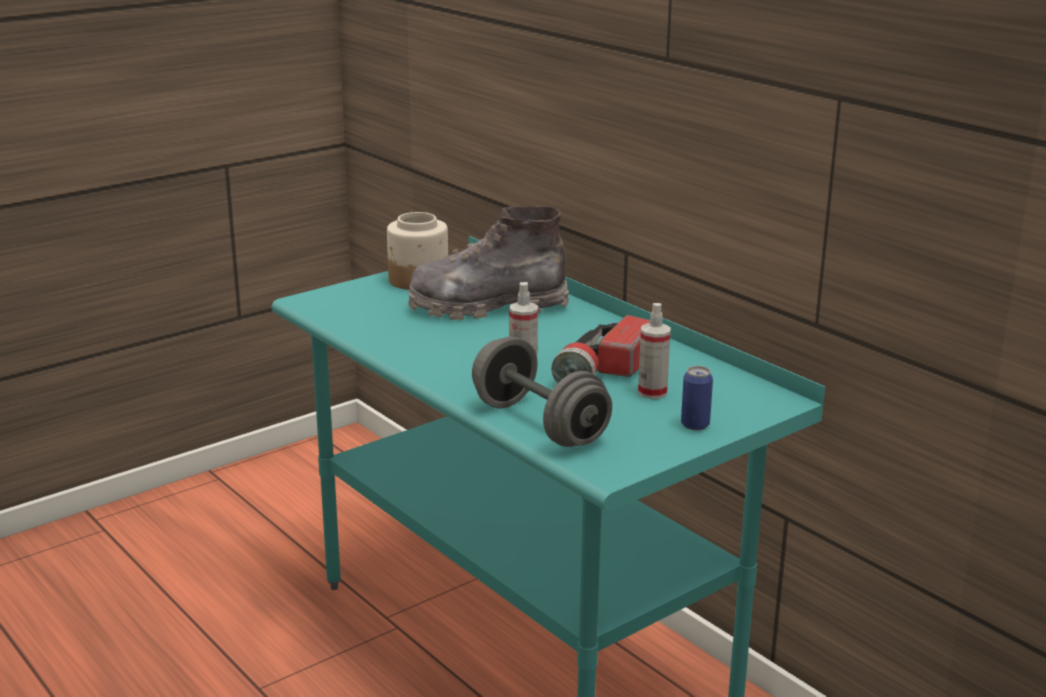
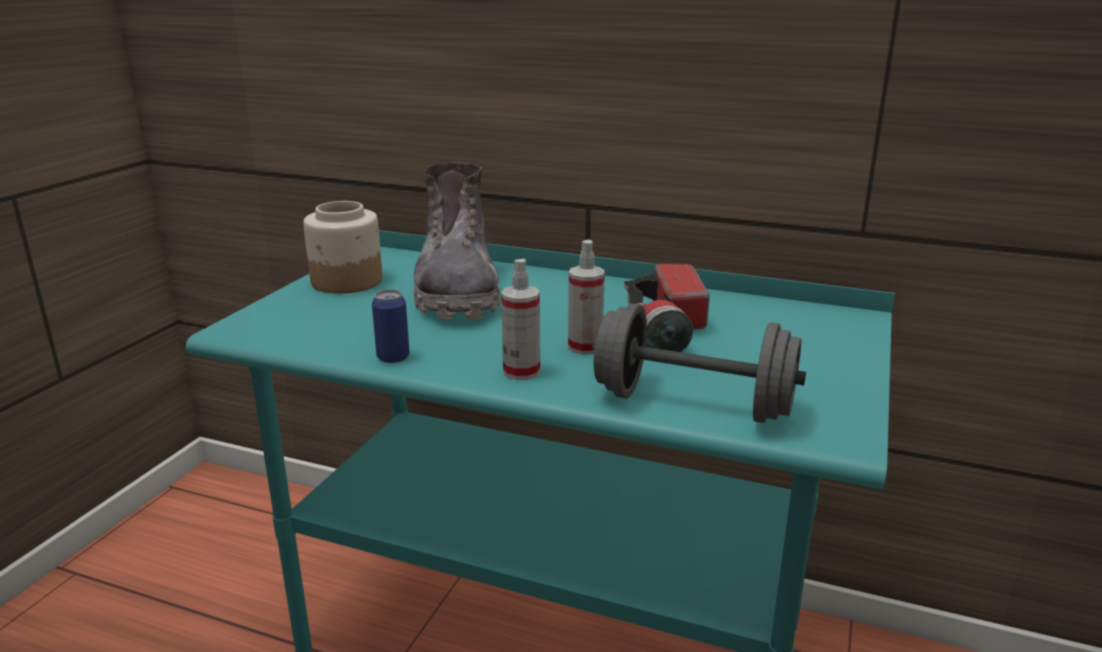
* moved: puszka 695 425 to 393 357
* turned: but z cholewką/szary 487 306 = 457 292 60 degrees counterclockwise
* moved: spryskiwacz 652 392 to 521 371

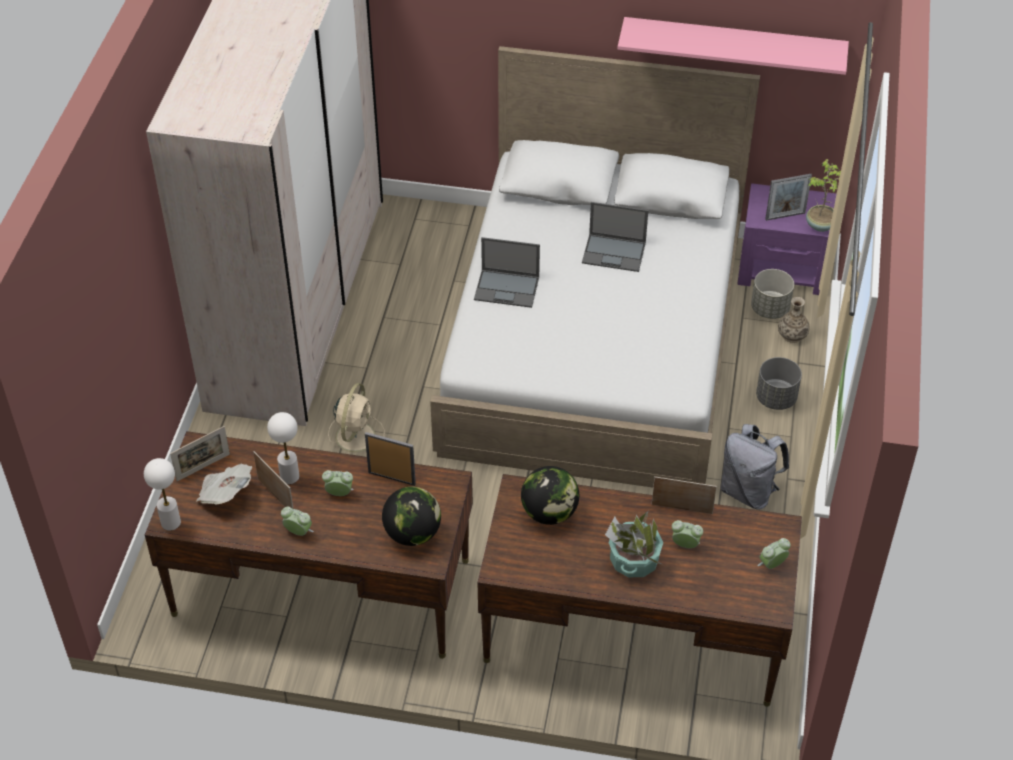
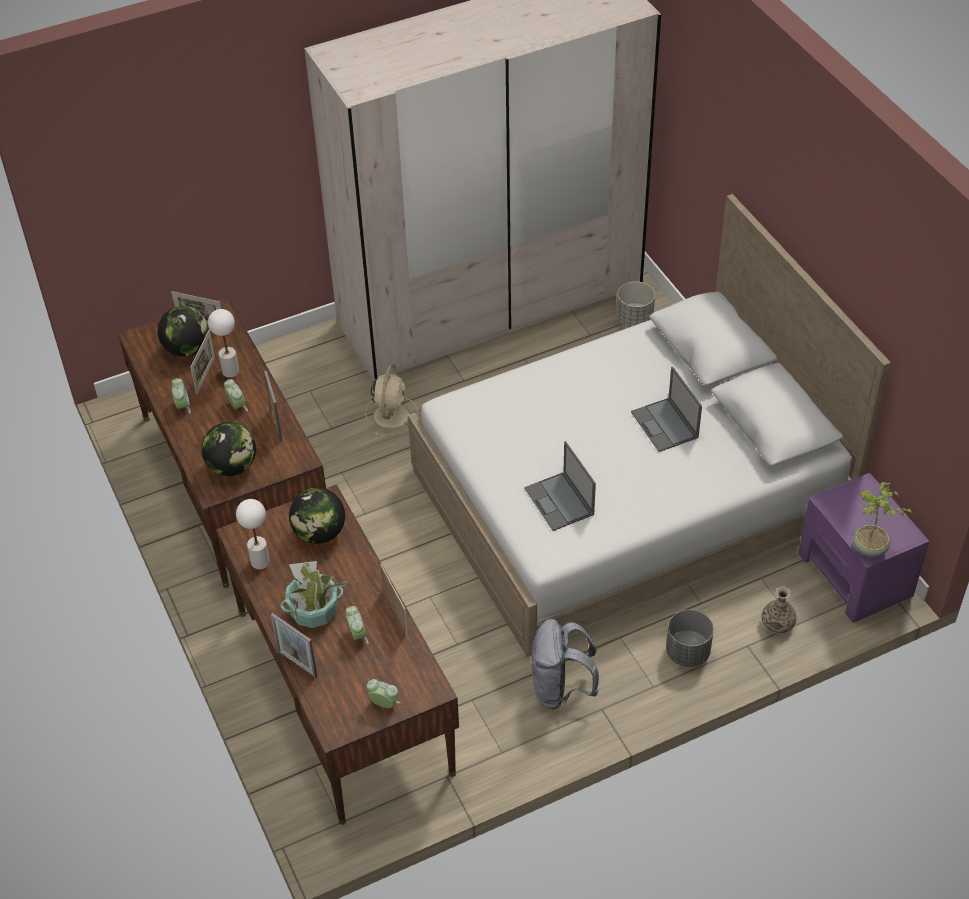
* replaced: gazeta 225 493 to globus 187 349
* moved: lampa stołowa/biały 170 522 to 260 561
* moved: ramka na zdjęcie 785 216 to 297 664
* turned: wentylator/beżowy 356 435 = 391 414 60 degrees counterclockwise
* moved: laptop 507 288 to 559 502
* moved: donica/szary 770 309 to 634 320
* removed: półka/różowy 733 45

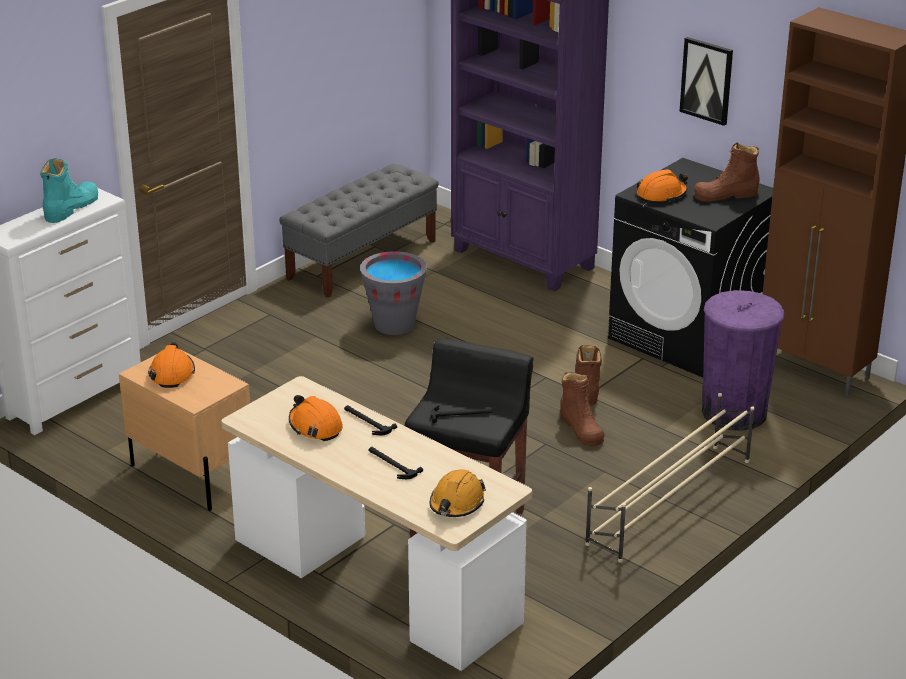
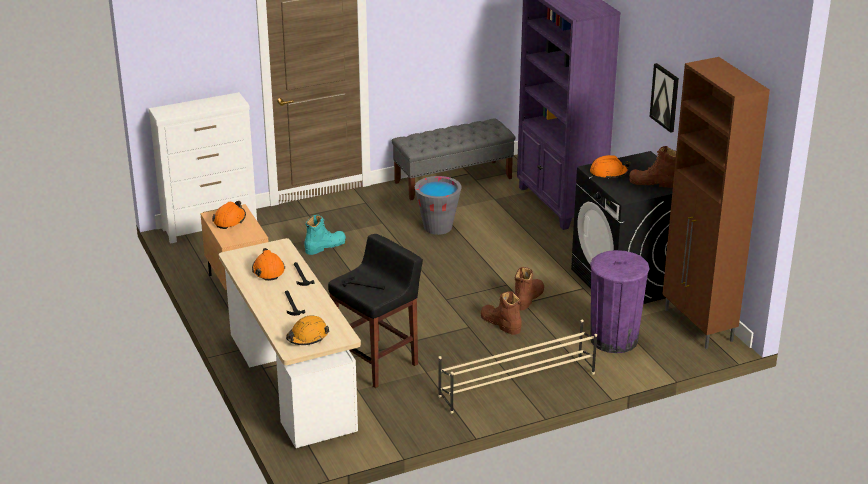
* moved: but z cholewką/turkusowy 71 208 to 325 246
* turned: but z cholewką/brązowy 581 428 = 500 323 135 degrees clockwise

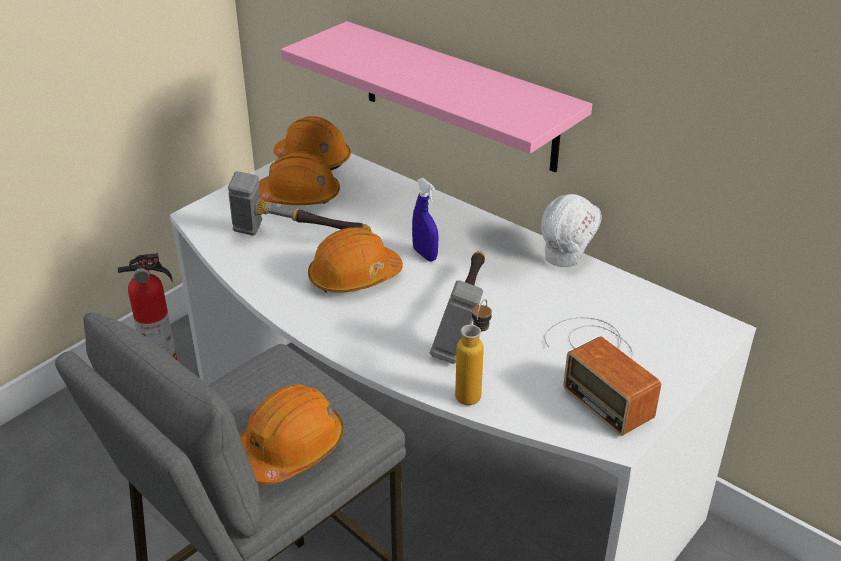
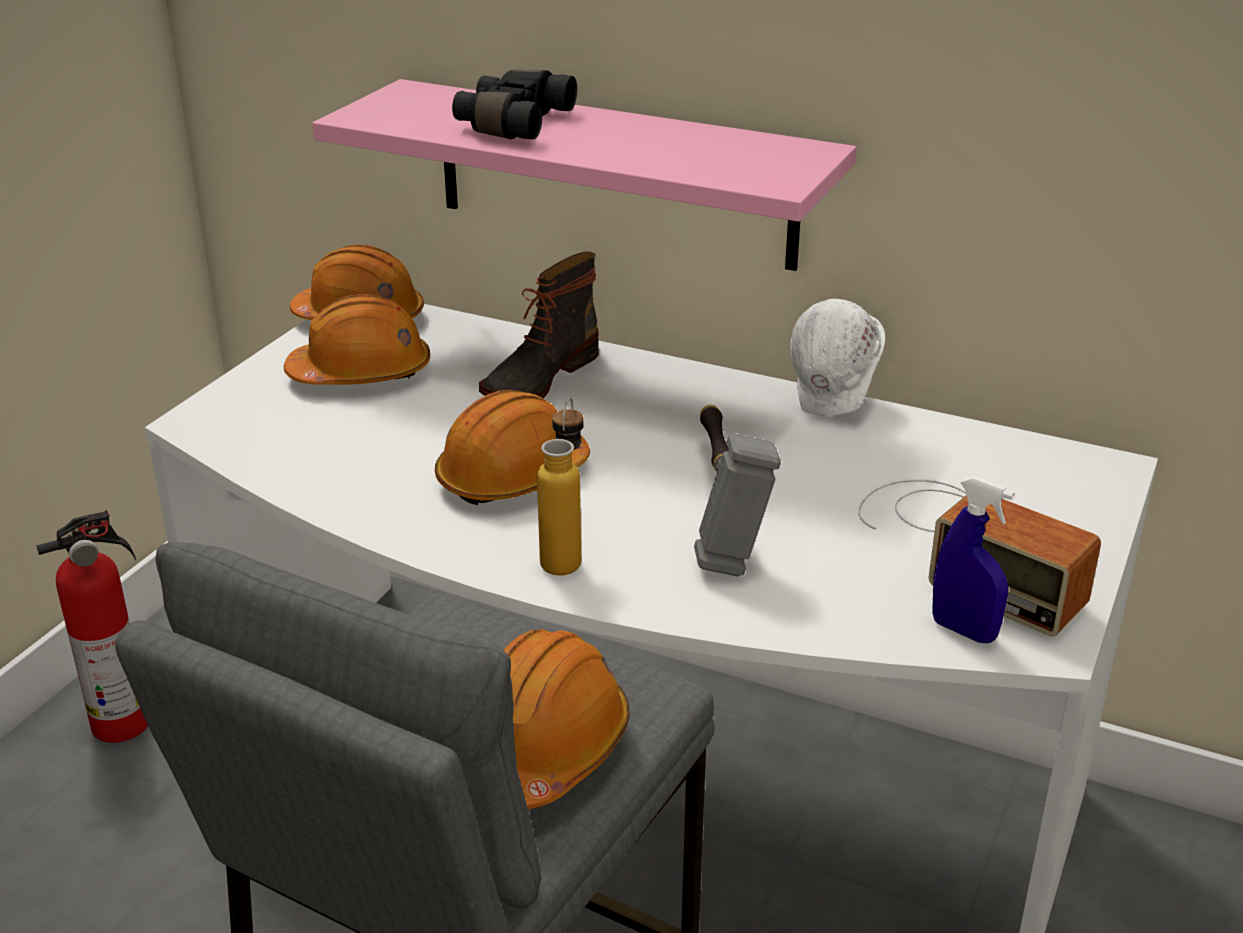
* added: lornetka/czarny 511 123
* added: but z cholewką 538 377
* moved: butelka 472 391 to 565 555
* moved: spryskiwacz/niebieski 425 254 to 963 631
* removed: młotek 296 239

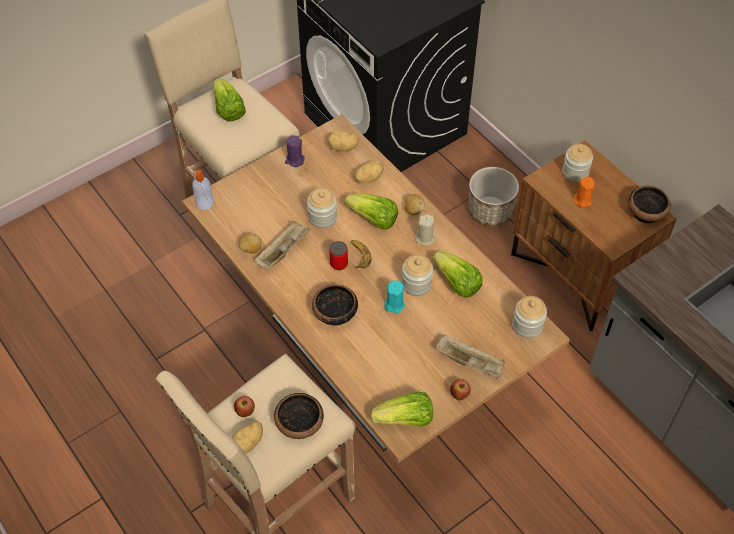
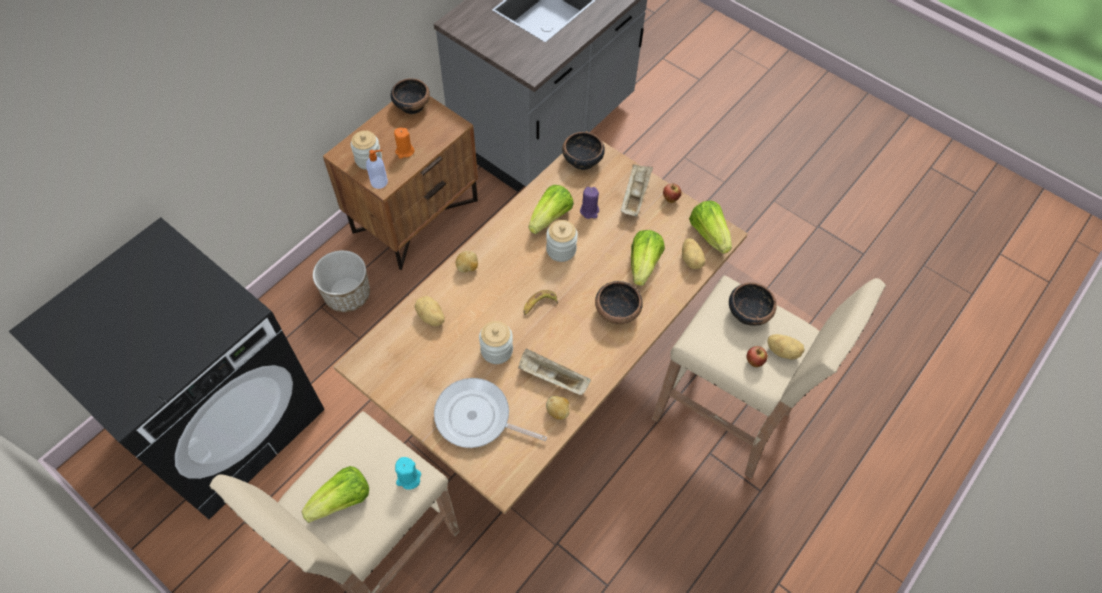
* moved: dozownik mydła 204 203 to 380 182
* moved: świeca/turkusowy 394 304 to 408 478
* added: patelnia 477 418
* replaced: słoik 527 325 to miska 582 160
* moved: świeca/fioletowy 294 160 to 589 211
* moved: sałata 373 219 to 643 264
* moved: ziemniak 343 148 to 692 260
* removed: puszka 339 264
* removed: świeca/beżowy 425 238

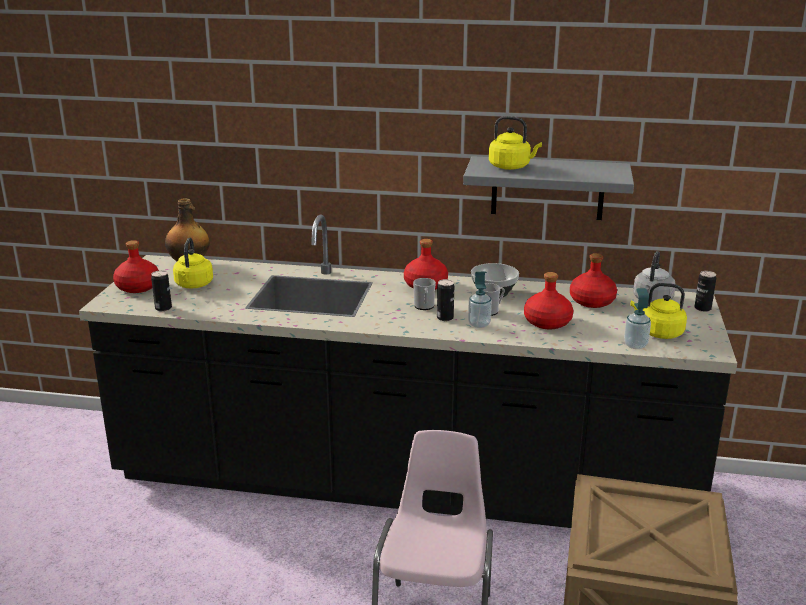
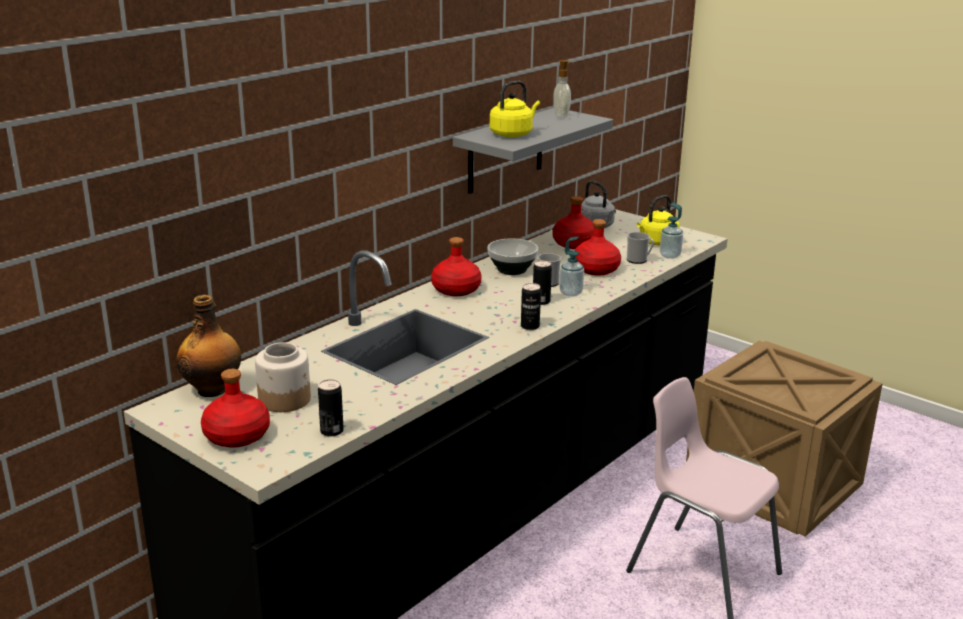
* replaced: czajnik/żółty 193 285 to słoik 285 400
* moved: puszka 702 308 to 530 326
* added: dozownik mydła 562 116
* moved: kubek 424 307 to 639 260

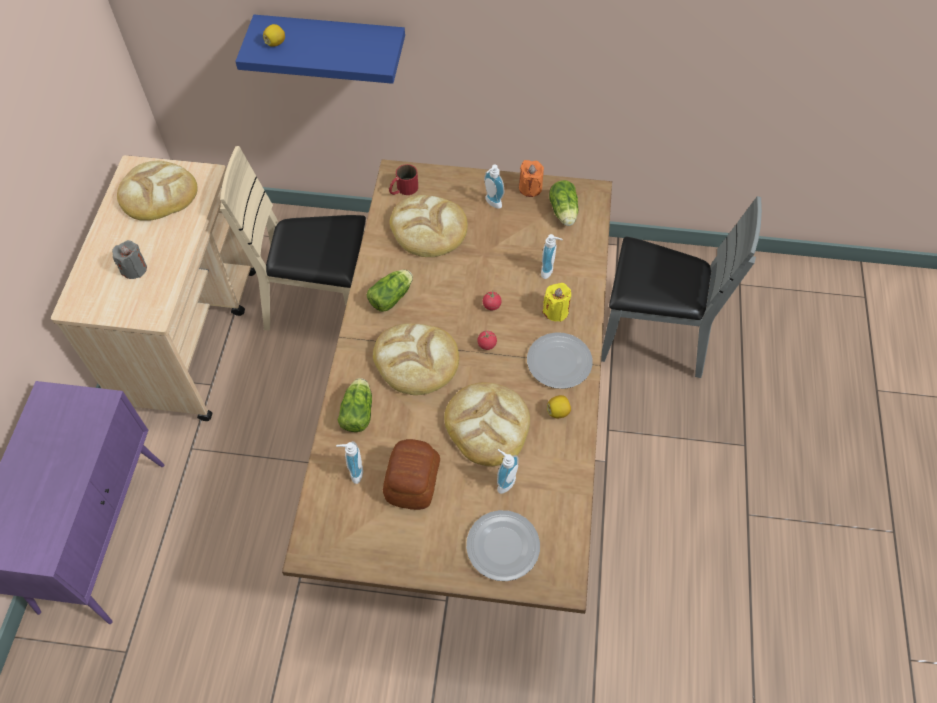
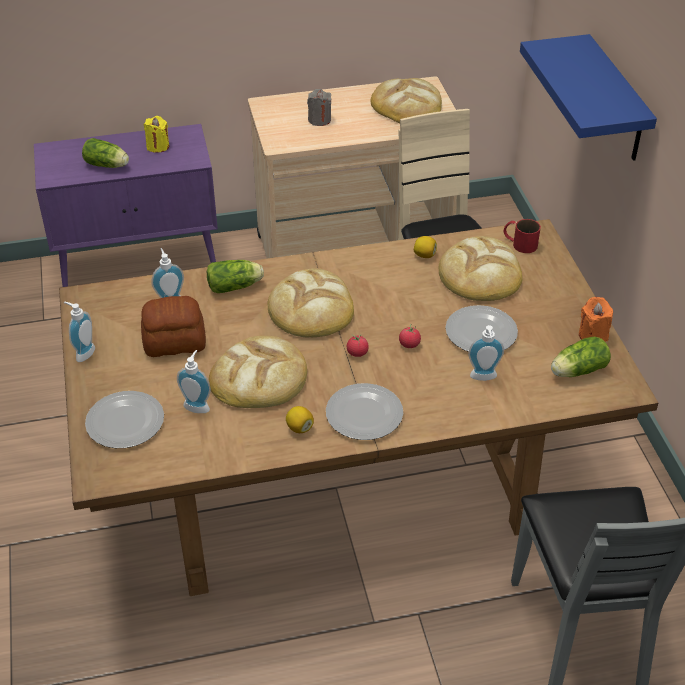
* moved: dozownik mydła 491 203 to 83 353
* moved: sałata 392 296 to 108 165
* moved: świeca/żółty 556 311 to 158 146
* moved: cytryna 276 43 to 424 255
* added: talerz 481 333

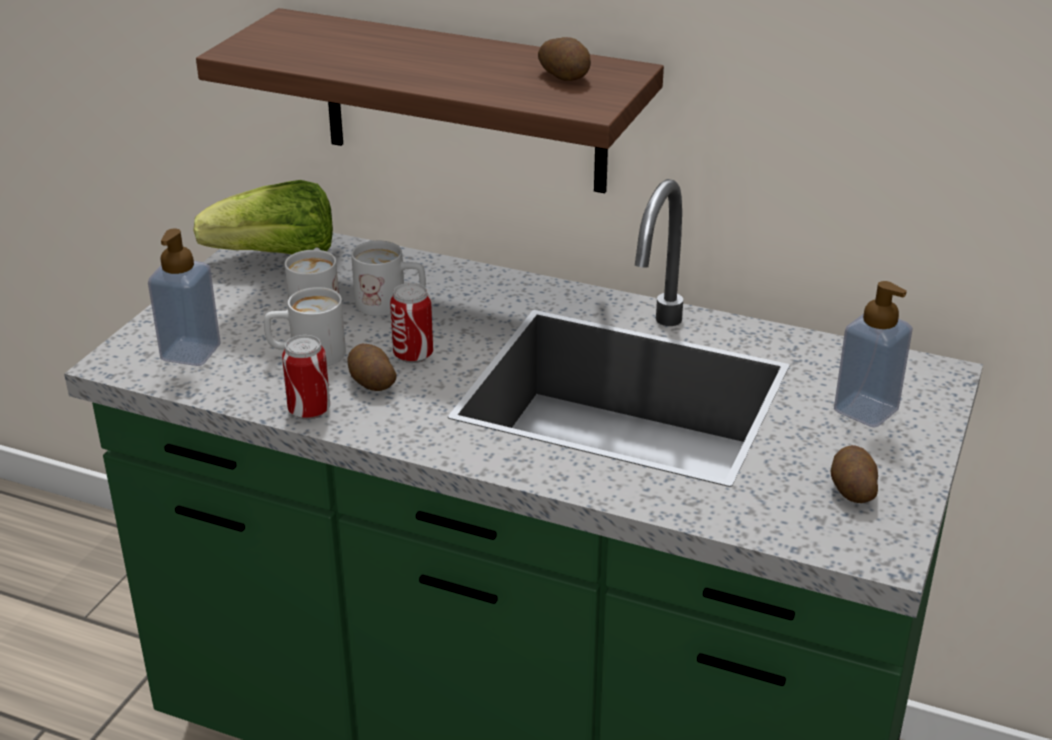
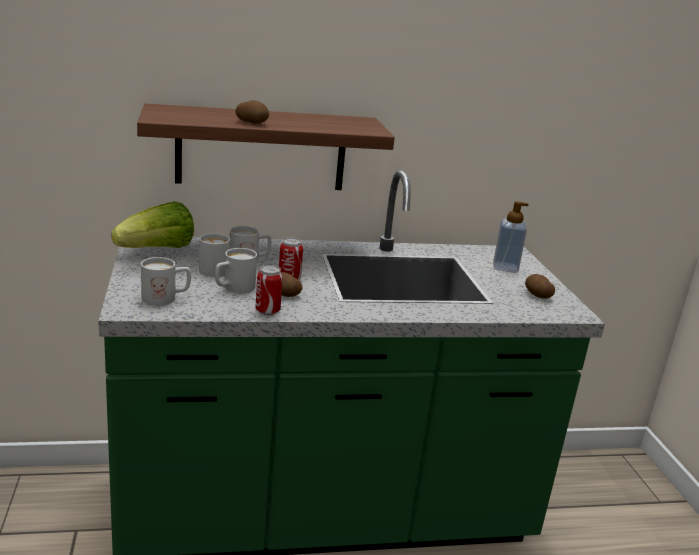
* replaced: dozownik mydła 191 352 to kubek/biały 166 298
* moved: ziemniak 565 76 to 252 122

